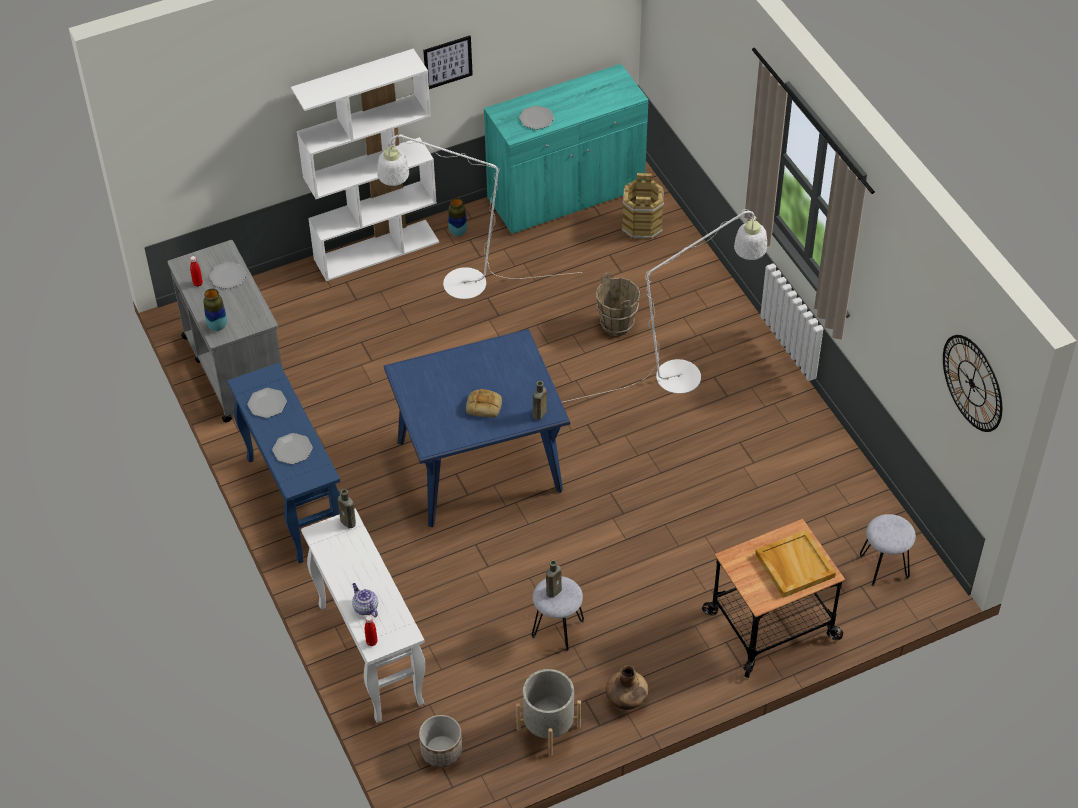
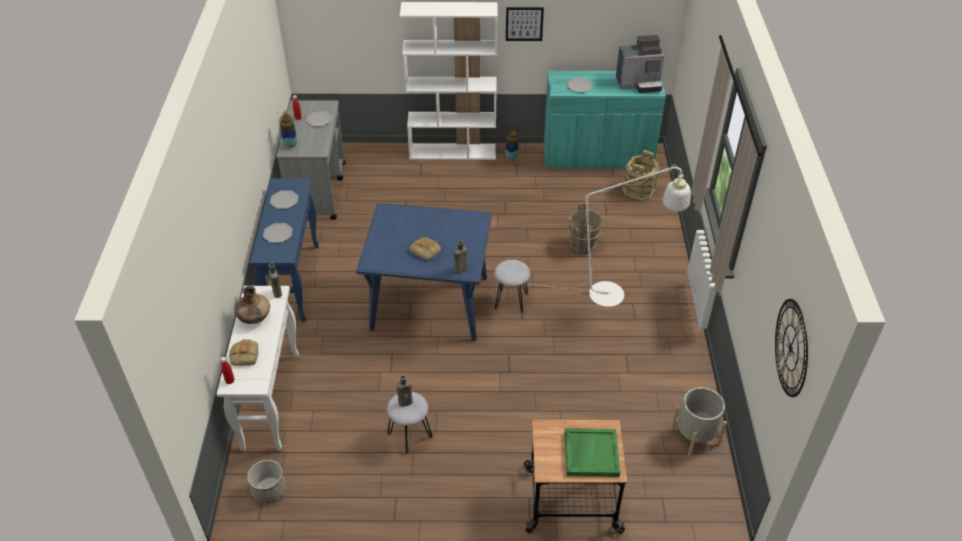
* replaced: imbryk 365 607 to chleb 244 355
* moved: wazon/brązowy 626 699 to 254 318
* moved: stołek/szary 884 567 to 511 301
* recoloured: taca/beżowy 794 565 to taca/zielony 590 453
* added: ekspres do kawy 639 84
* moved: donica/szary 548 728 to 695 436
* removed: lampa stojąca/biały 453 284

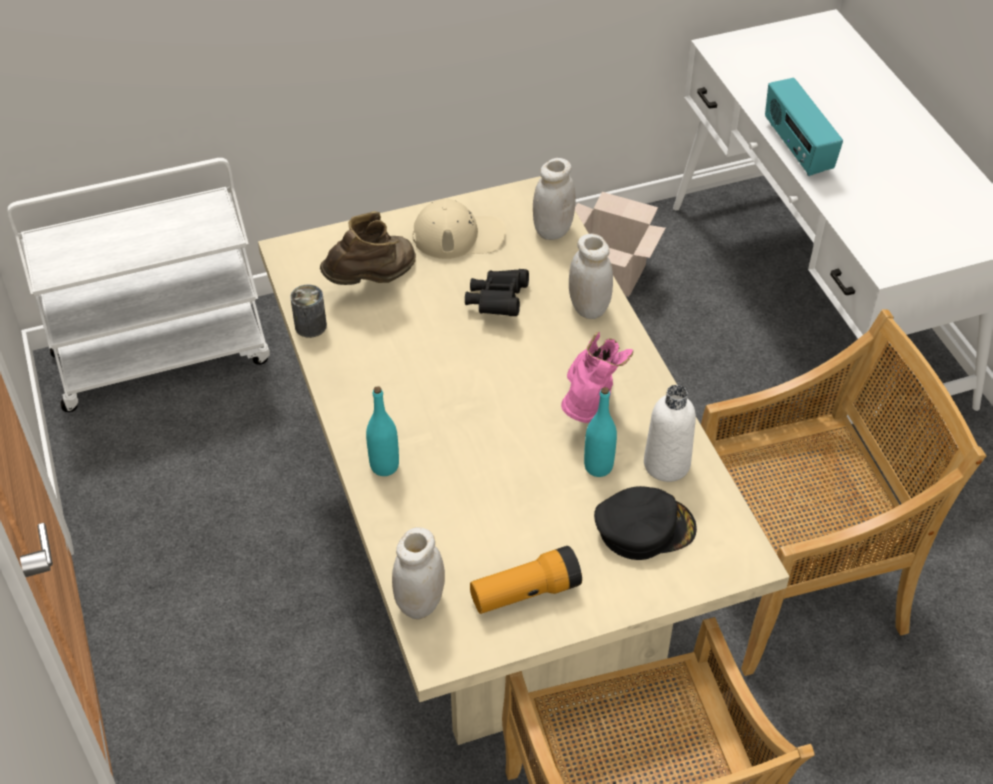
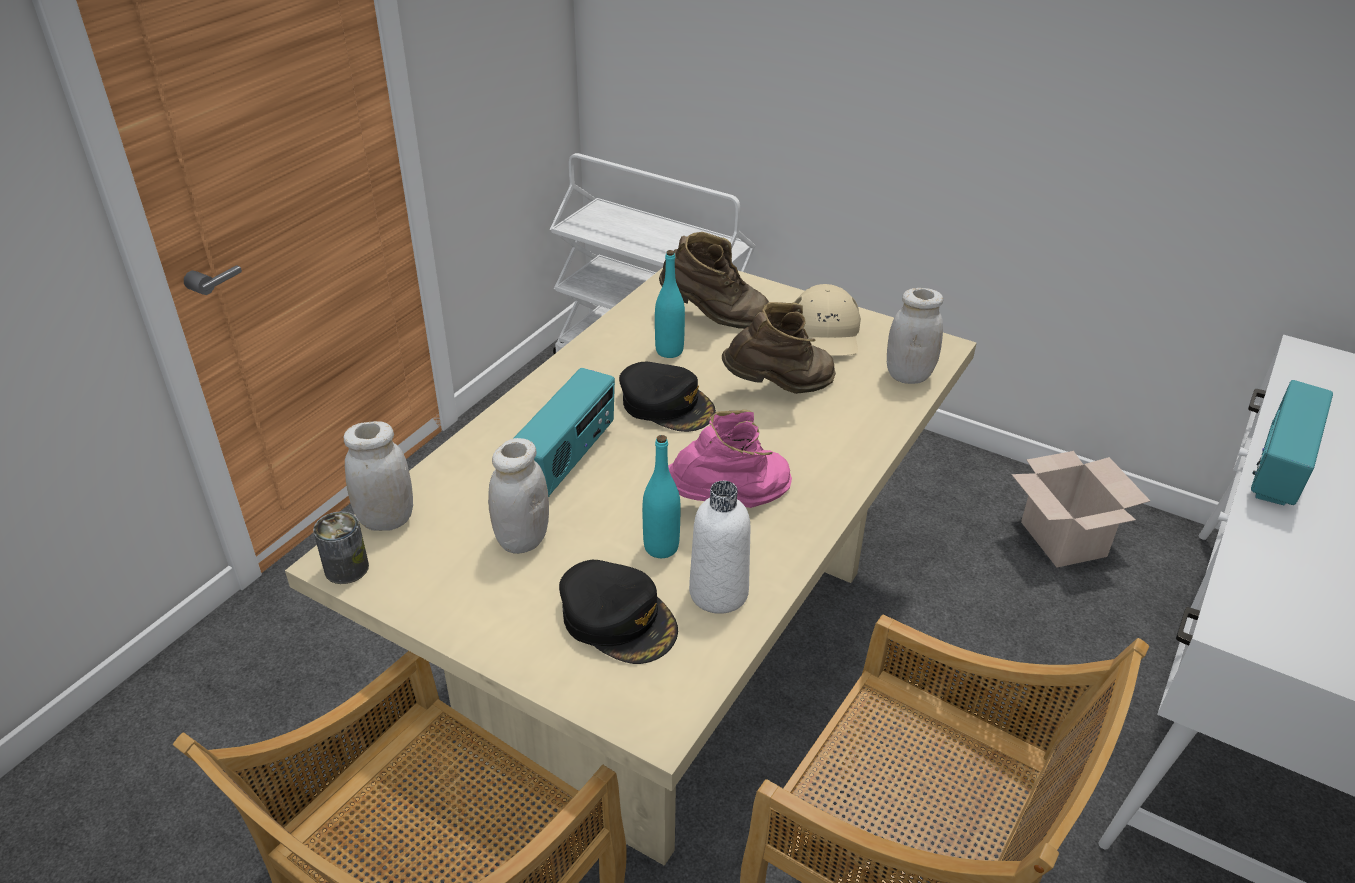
* moved: puszka 310 326 to 346 568
* moved: słoik/biały 588 308 to 522 539
* added: radio 567 460
* added: czapka z daszkiem/czarny 667 404
* moved: butelka/turkusowy 384 466 to 669 351
* replaced: lornetka/czarny 497 302 to but z cholewką/brązowy 780 389
* turned: czapka z daszkiem/beżowy 459 235 = 825 333 45 degrees clockwise
* removed: latarka 525 592

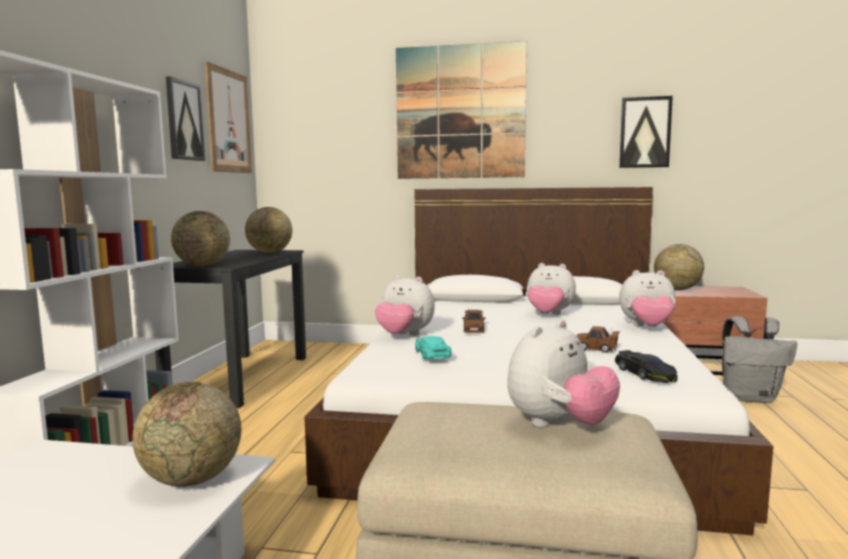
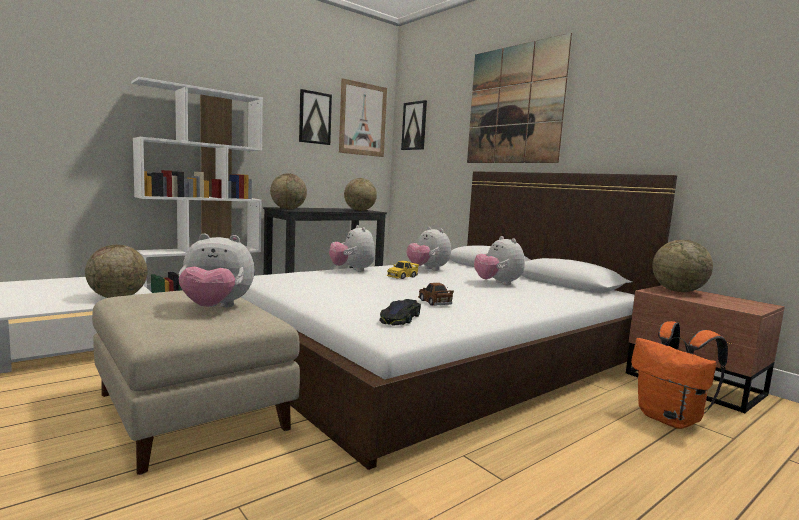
* recoloured: samochodzik/brązowy 473 329 to samochodzik/żółty 402 276
* moved: obraz 645 132 to 414 126
* moved: pluszak 647 327 to 427 269
* recoloured: plecak/szary 750 397 to plecak/pomarańczowy 671 419
* removed: samochodzik/turkusowy 432 353

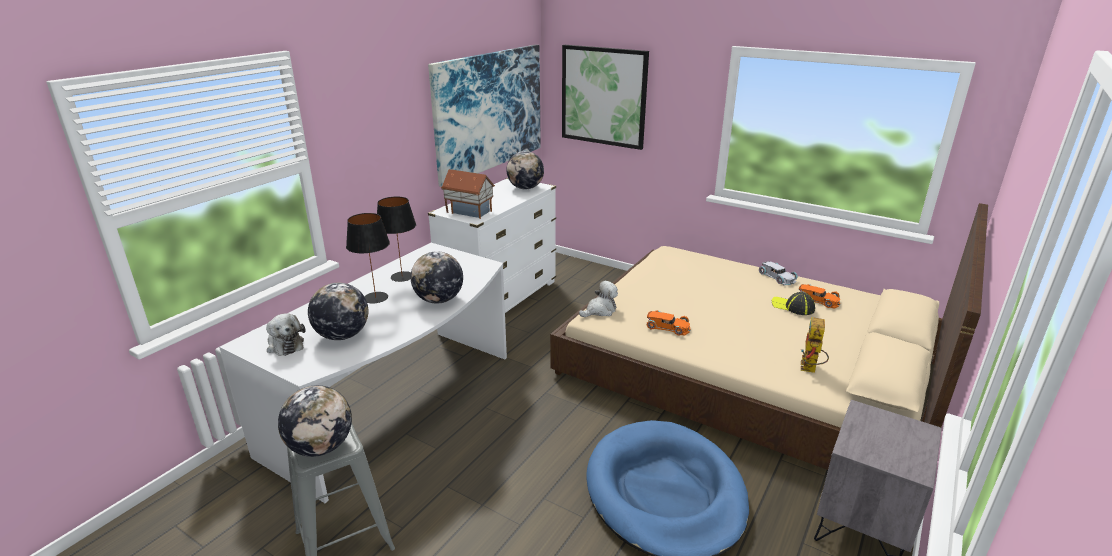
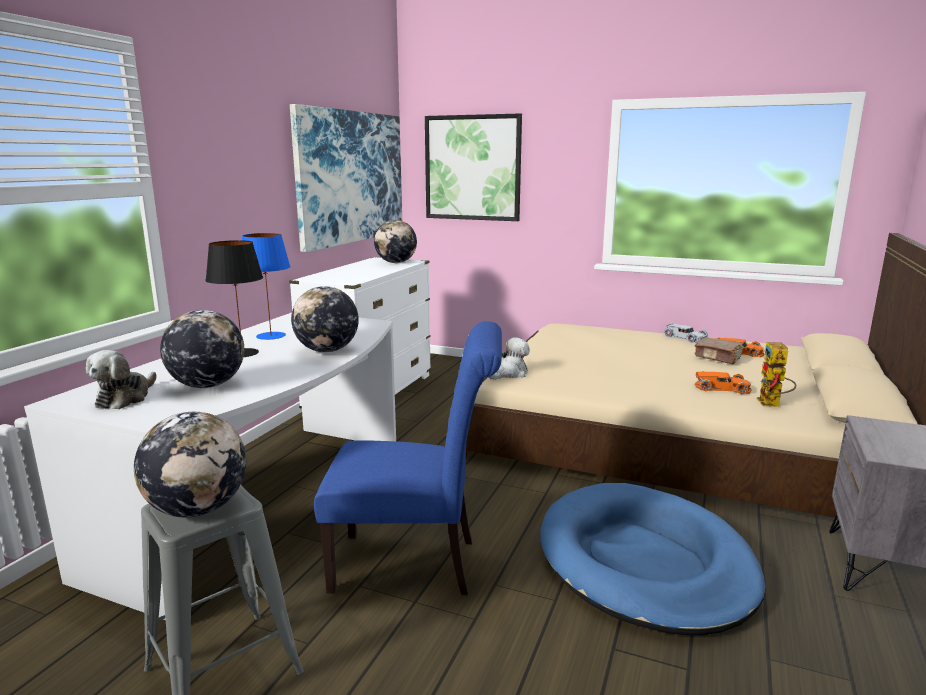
* turned: pluszak 285 344 = 125 398 60 degrees clockwise
* recoloured: lampa stołowa/czarny 402 276 to lampa stołowa/niebieski 271 336
* added: krzesło/niebieski 415 564
* replaced: czapka z daszkiem 793 307 to książka/brązowy 718 358
* moved: samochodzik/pomarańczowy 668 327 to 722 388
* removed: domek 469 211

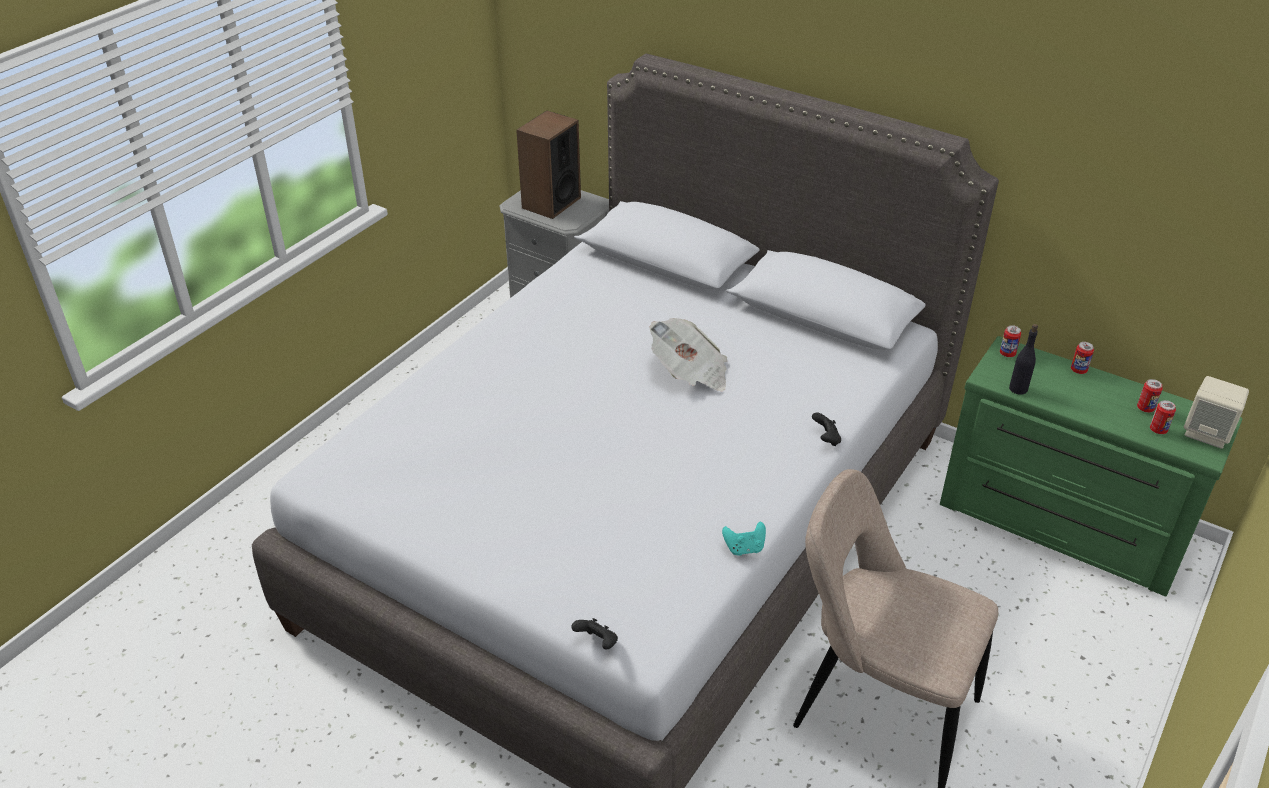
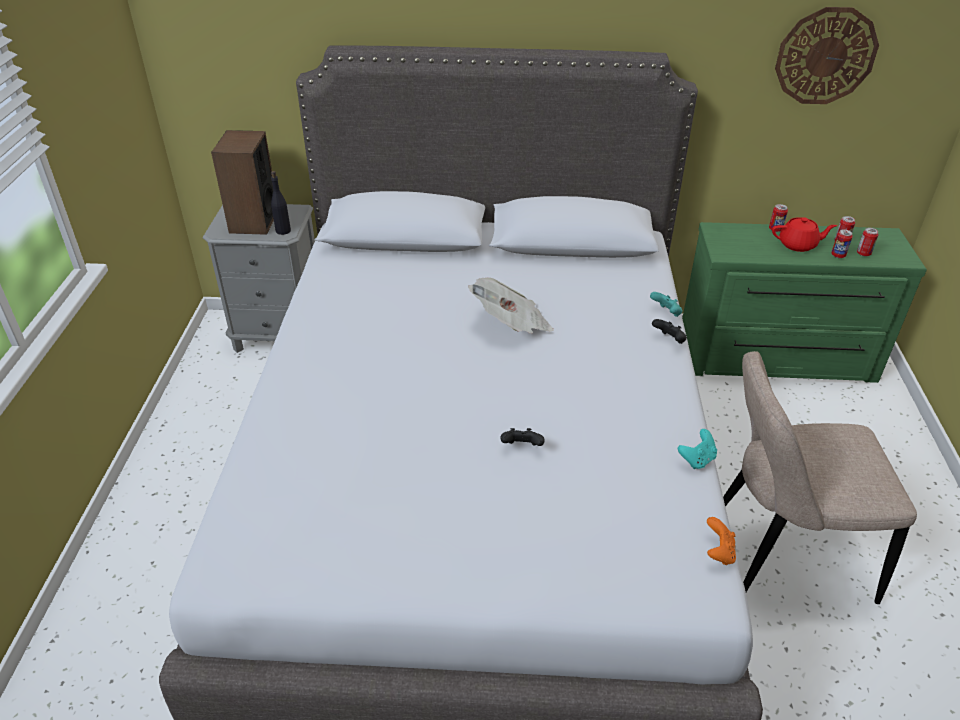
* moved: butelka/czarny 1018 388 to 283 231
* moved: pad do gier/czarny 597 643 to 522 447
* added: pad do gier/turkusowy 666 313
* added: pad do gier/pomarańczowy 718 552
* added: imbryk/czerwony 798 245
* added: zegar ścienny 825 56
* moved: puszka 1007 353 to 838 255
* removed: głośnik/beżowy 1207 433

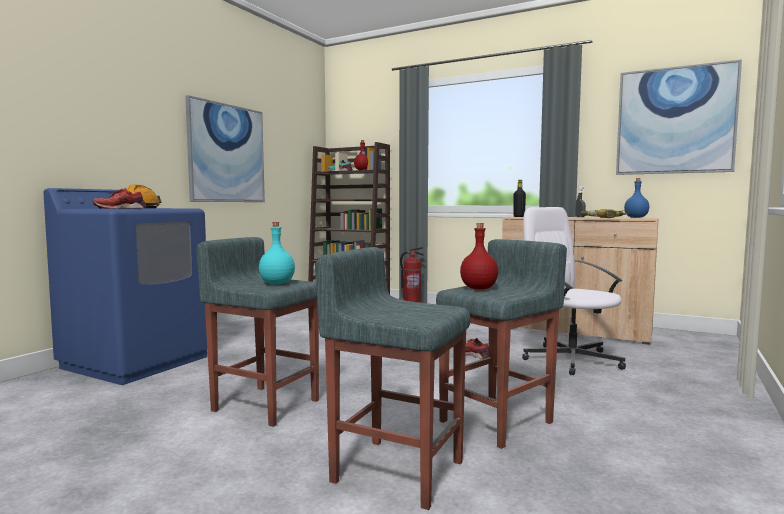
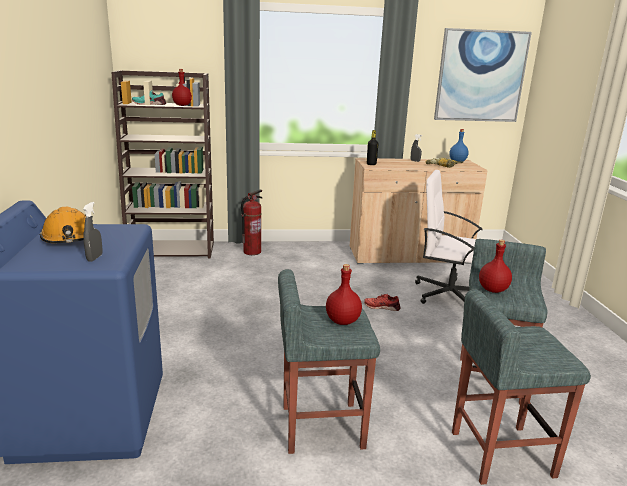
* replaced: but/czerwony 120 208 to spryskiwacz/szary 94 258
* recoloured: butelka/turkusowy 276 283 to butelka/czerwony 342 321
* removed: obraz 227 153

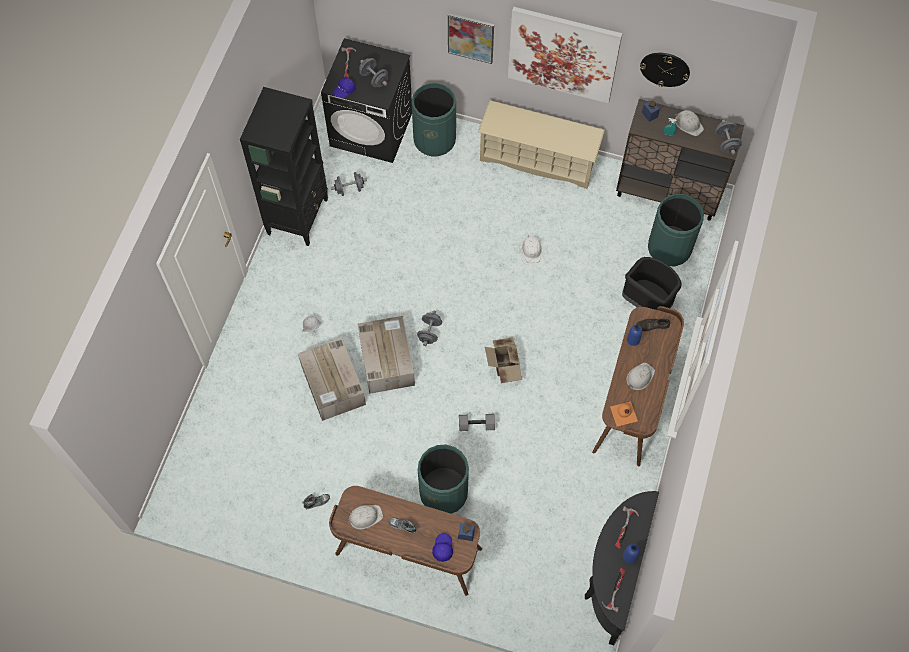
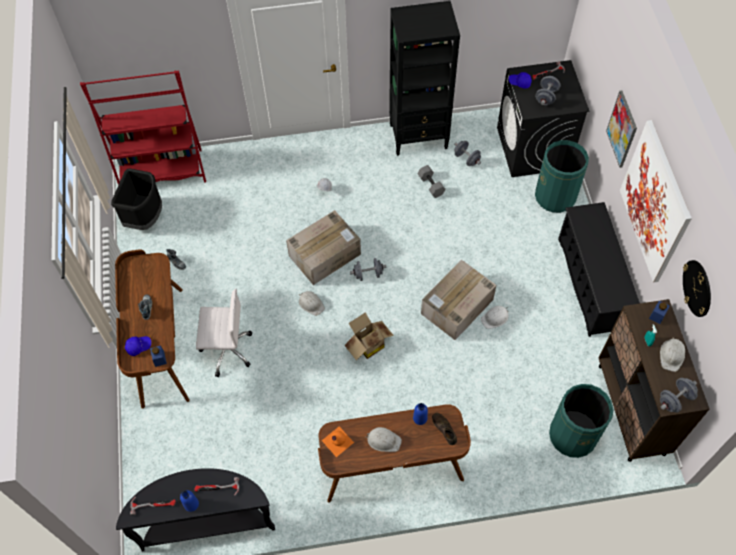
* added: regał/czerwony 162 171
* moved: kosz na śmieci/czarny 647 302 to 145 217
* replaced: kosz na śmieci/zielony 443 492 to krzesło biurowe/biały 226 349
* moved: kask/biały 365 516 to 311 303
* moved: hantel/szary 476 425 to 430 185
* moved: karton 334 386 to 456 307
* recoloured: regał na buty/beżowy 538 160 to regał na buty/czarny 591 283

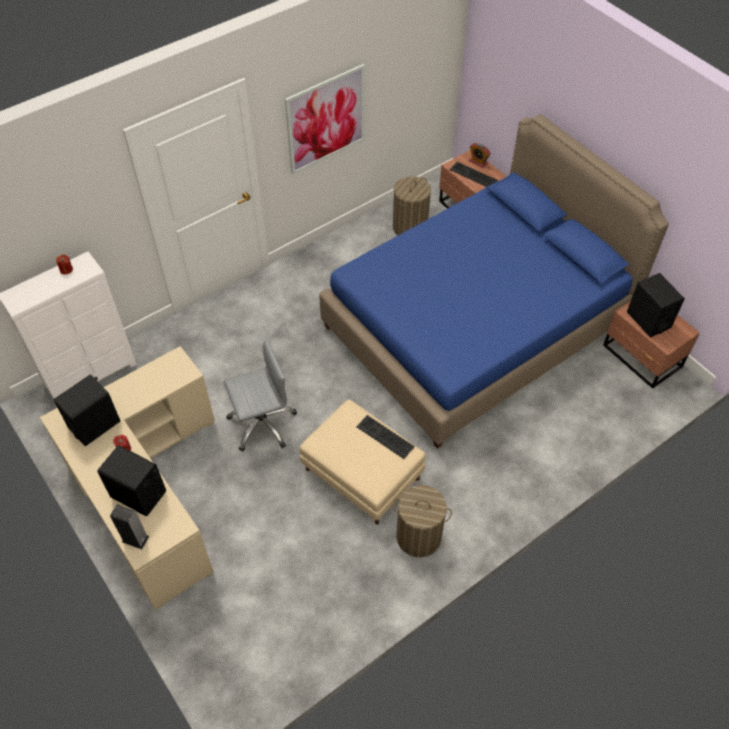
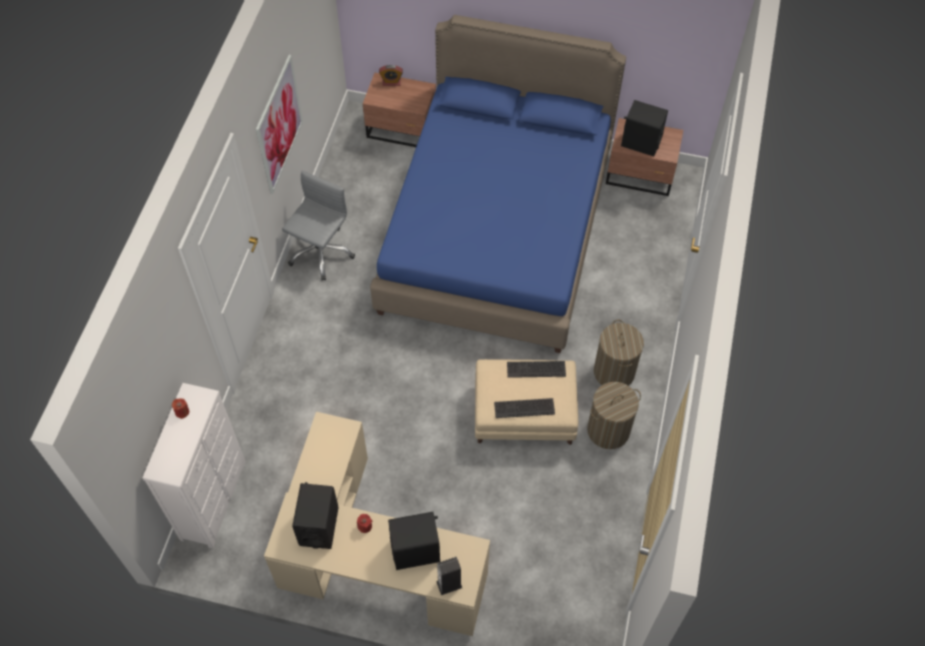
* moved: krzesło biurowe/szary 262 423 to 320 252
* moved: klawiatura 472 175 to 524 409
* moved: kosz na pranie 410 227 to 614 372

